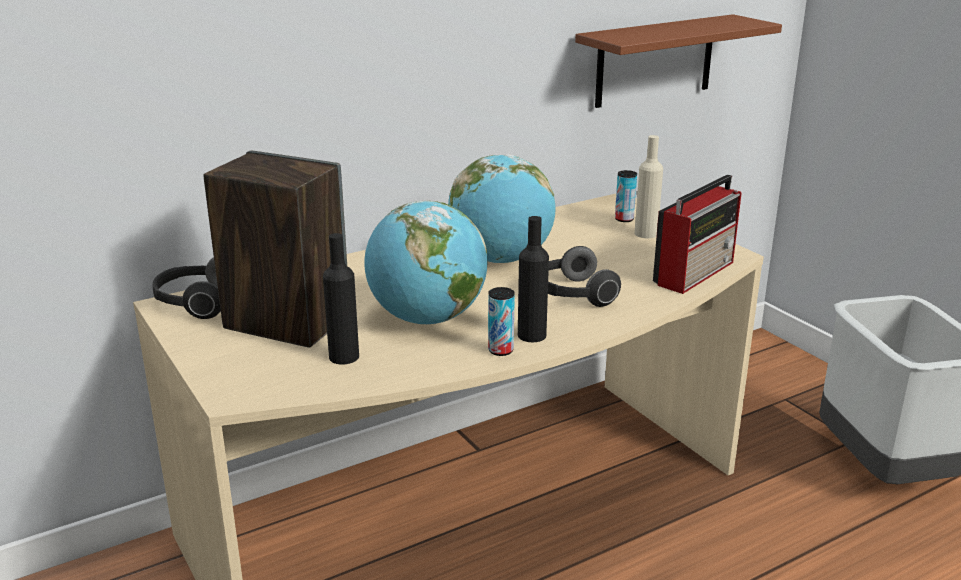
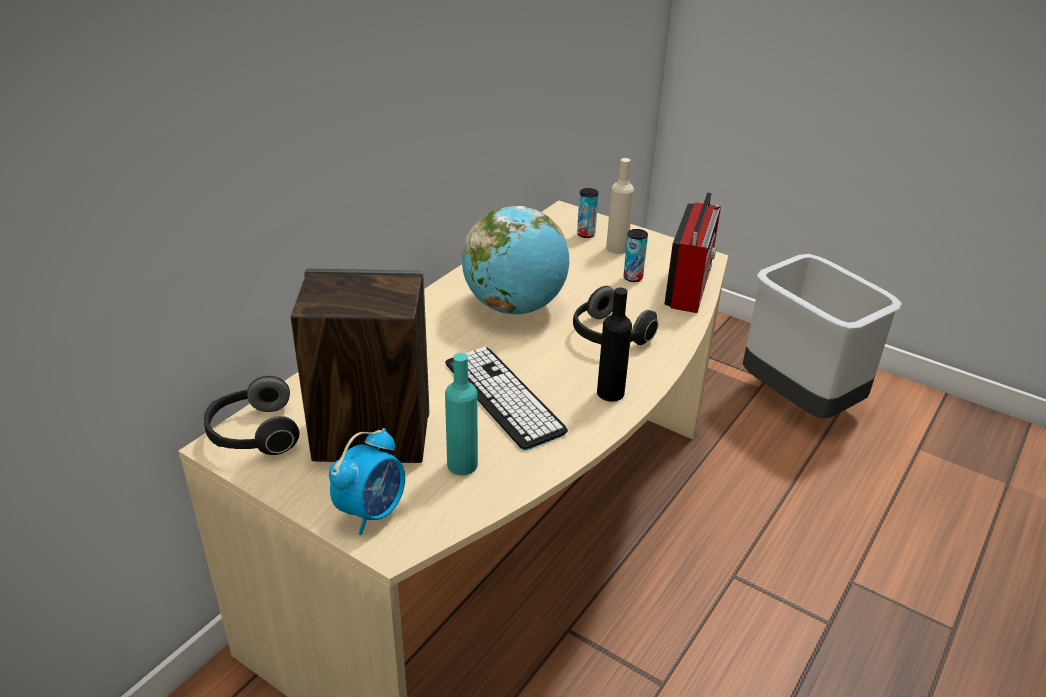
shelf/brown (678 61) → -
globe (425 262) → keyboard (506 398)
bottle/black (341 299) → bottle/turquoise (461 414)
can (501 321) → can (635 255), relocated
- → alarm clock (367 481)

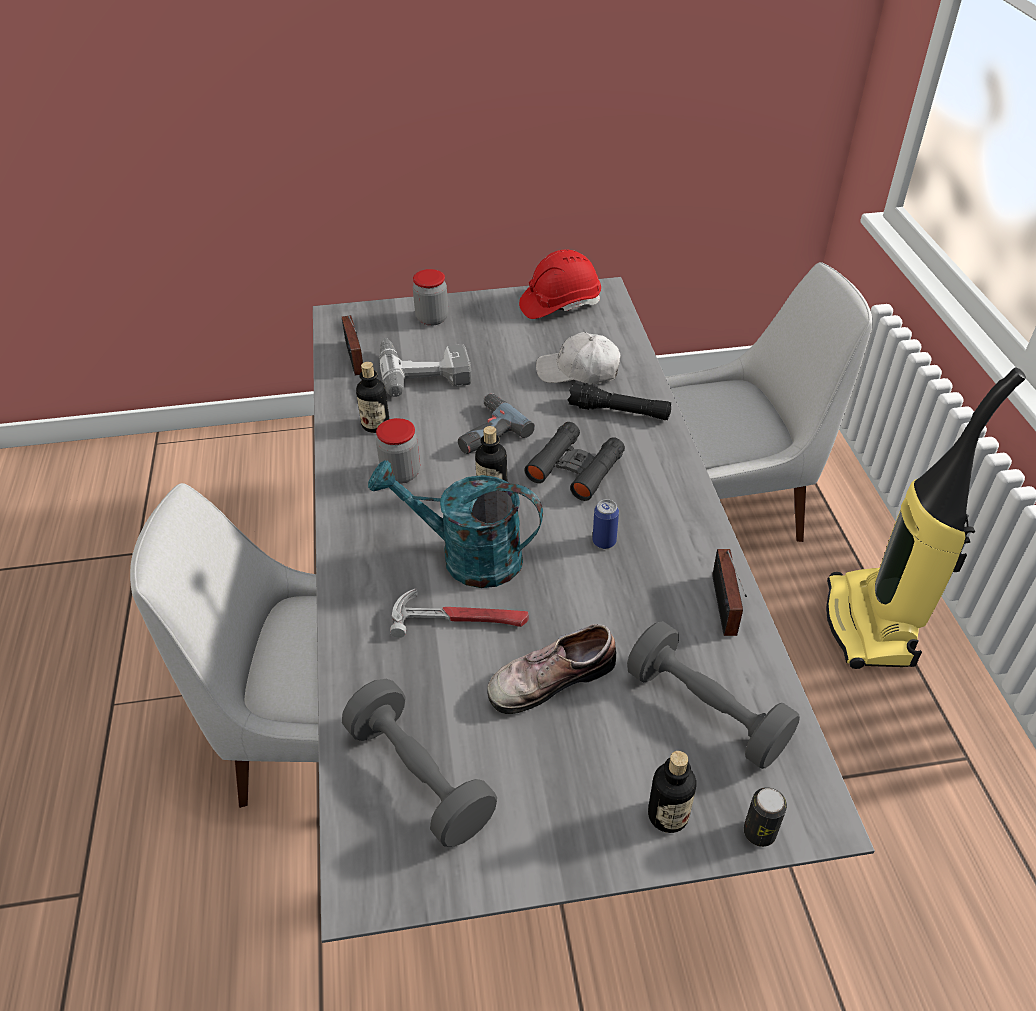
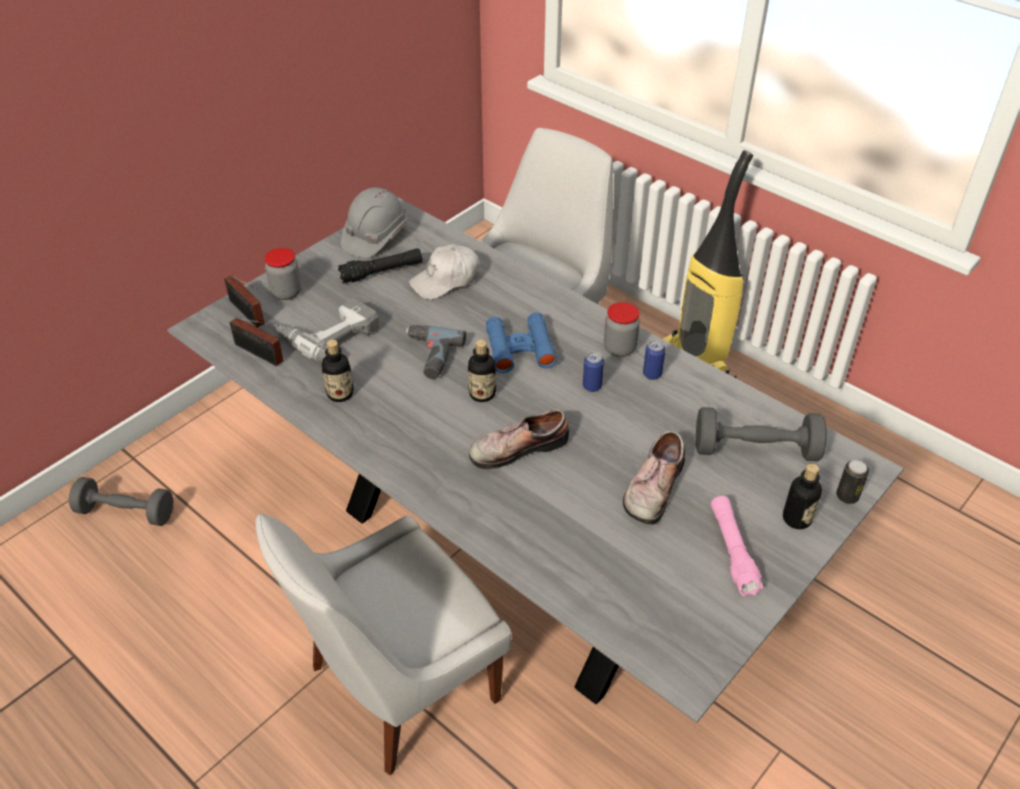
hard hat/red (560 284) → hard hat/grey (374 223)
flashlight/black (619 401) → flashlight/black (380 265), relocated
jar (398 451) → jar (622 329), relocated
binoculars/black (575 461) → binoculars/blue (521 342)
watering can/turquoise (455 524) → shoe (519 439)
radio (729 592) → radio (244 301), relocated
hammer (459 613) → -
dumbbell/grey (419 763) → dumbbell/grey (121 501), relocated
- → can (654 360)
- → flashlight/pink (737 546)

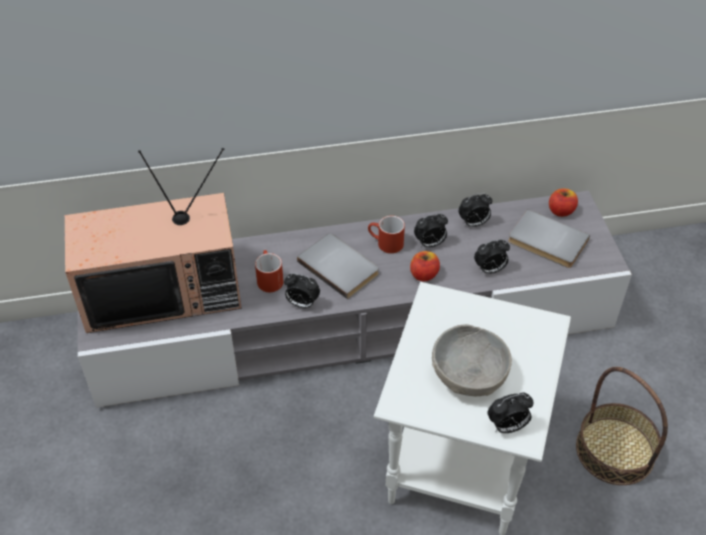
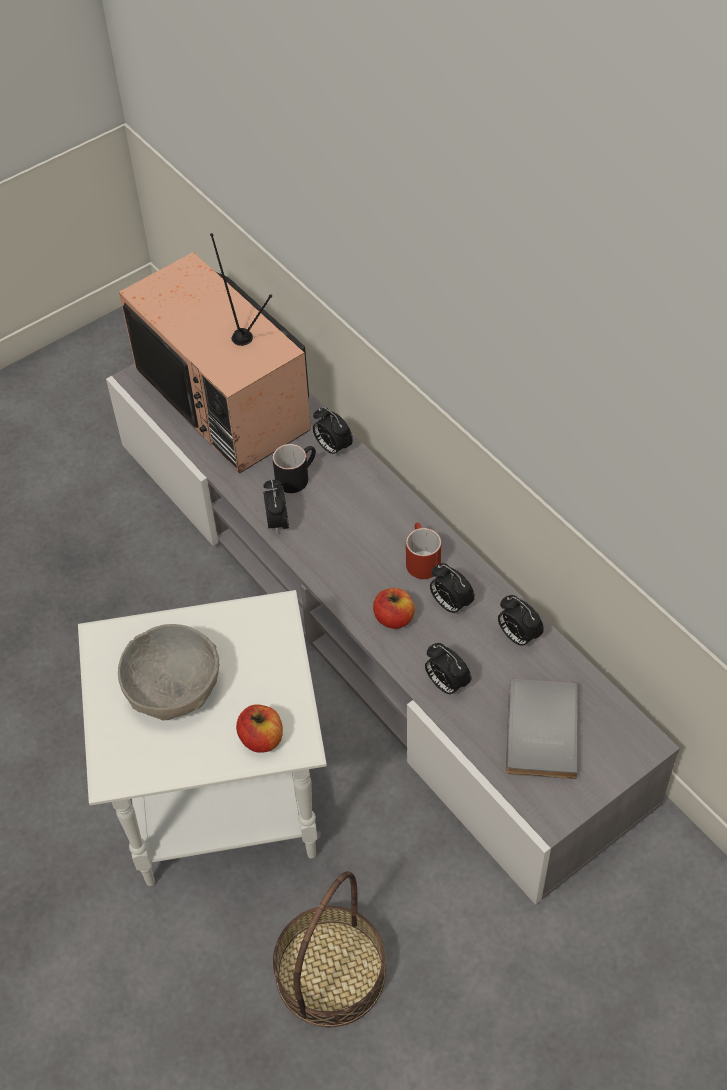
apple (563 202) → apple (259 729), relocated
book/grey (338 266) → -
mug/red (269 271) → mug/black (294 468)
alarm clock (510 413) → alarm clock (333 432), relocated

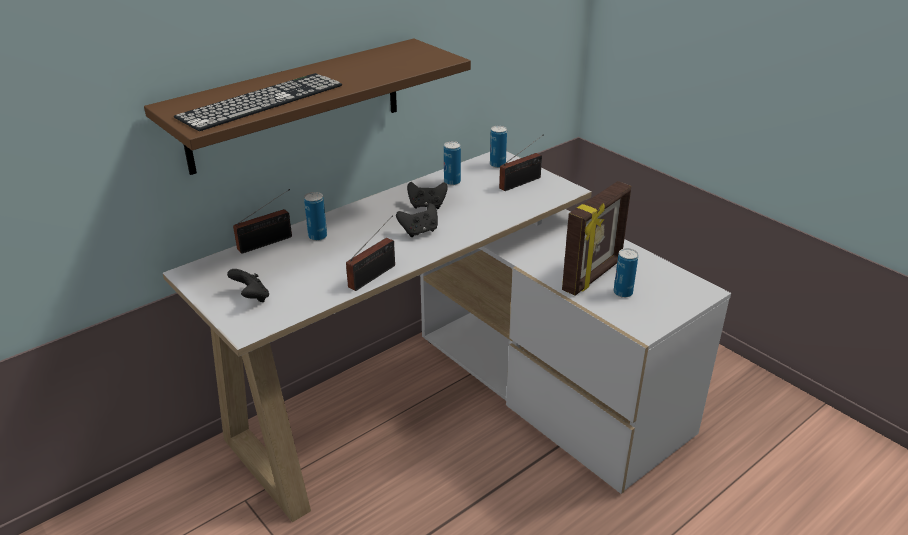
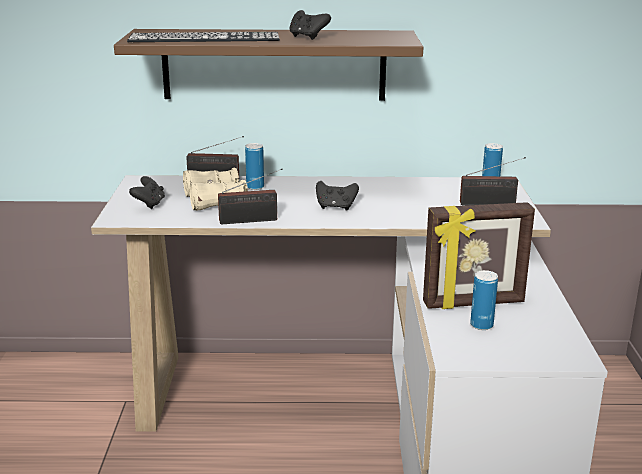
can (452 163) → -
game controller/black (427 195) → game controller/black (310 25), relocated
- → binoculars/beige (215 189)

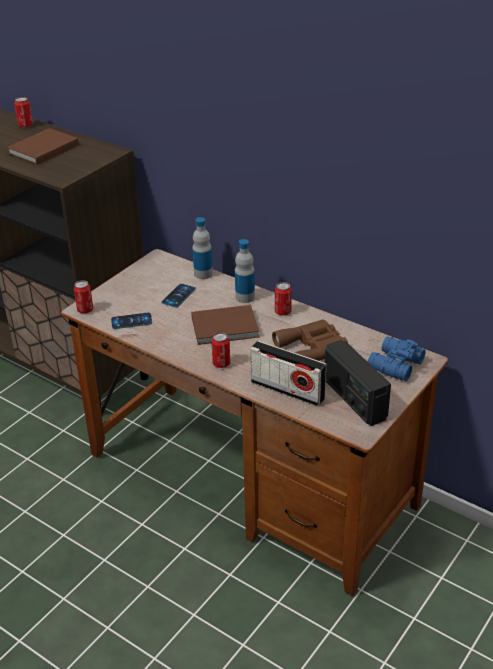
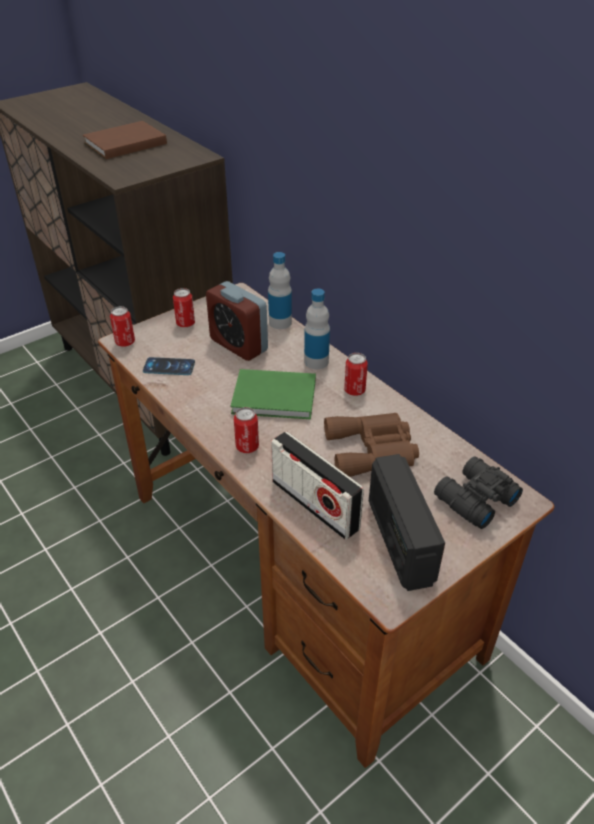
can (23 112) → can (184 307), relocated
phone (178 295) → alarm clock (237 321)
book/brown (225 325) → book/green (273 394)
binoculars/blue (397 358) → binoculars/black (478 492)

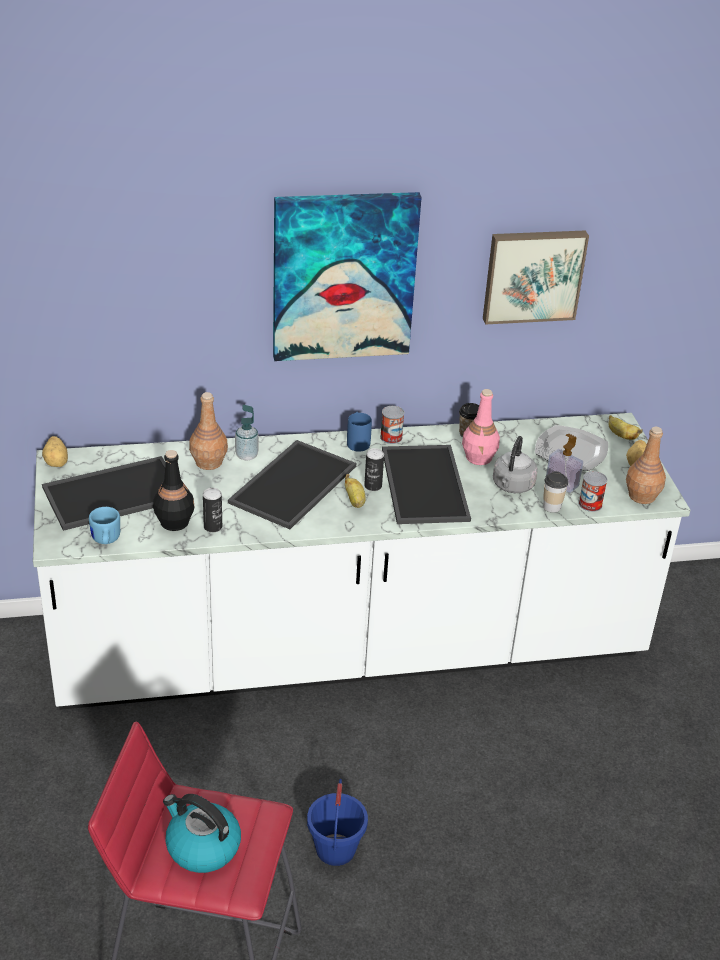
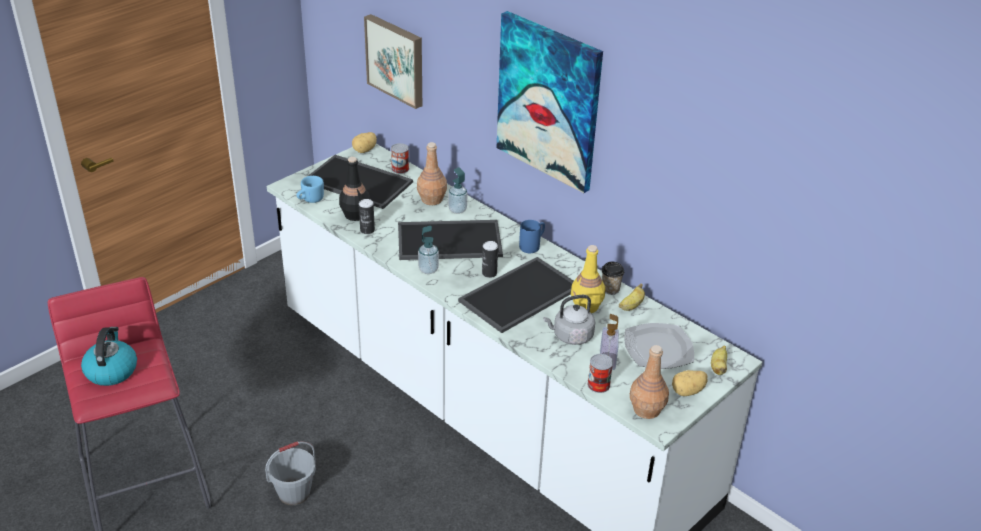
picture (536 277) → picture (393 61), relocated
bottle/pink (481 427) → bottle/yellow (588 279)
can (392 425) → can (400 158), relocated
cup (555 492) → -
banana (355 491) → banana (632 297), relocated
bucket/blue (337 822) → bucket/grey (290 473)
- → soap dispenser (428 250)

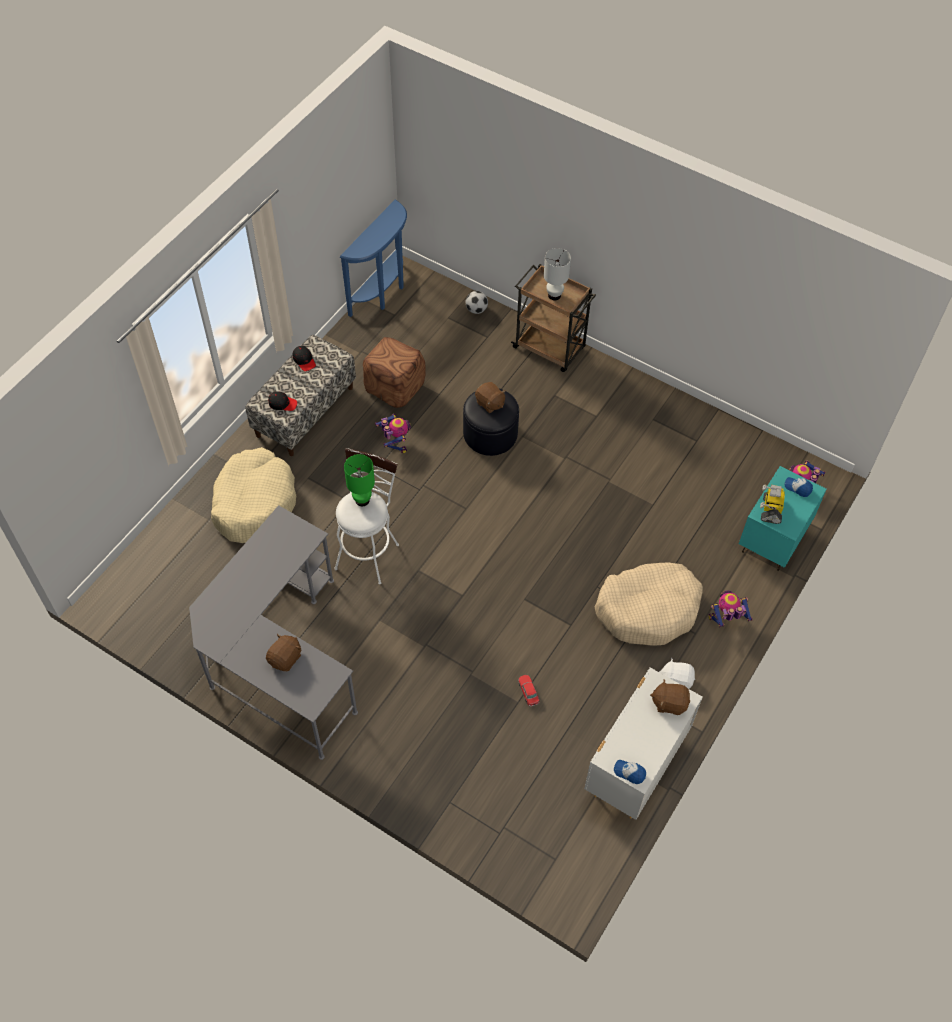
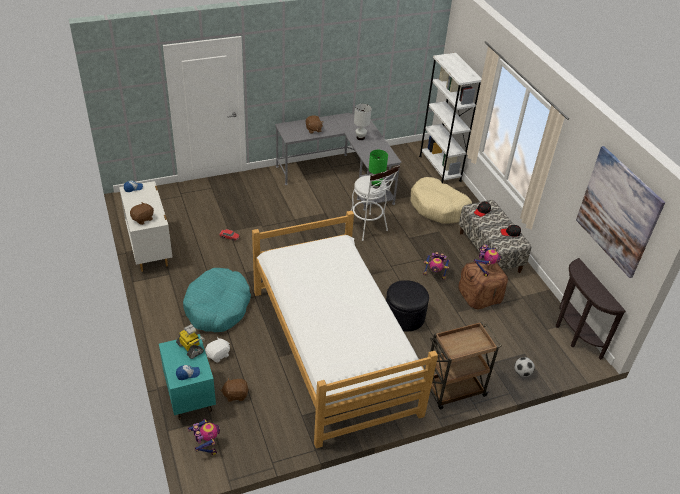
console table/blue (373 258) → console table/brown (591 309)
table lamp/white (557 274) → table lamp/white (363 122), relocated
plush toy/brown (490 397) → plush toy/brown (235 390), relocated
dog bed/beige (649 604) → dog bed/turquoise (217 300)
toy robot (730 609) → toy robot (487 260), relocated
plush toy/white (677 673) → plush toy/white (217 350), relocated
- → bookcase/white (450 118)
- → picture (620 212)
- → bed (345 329)

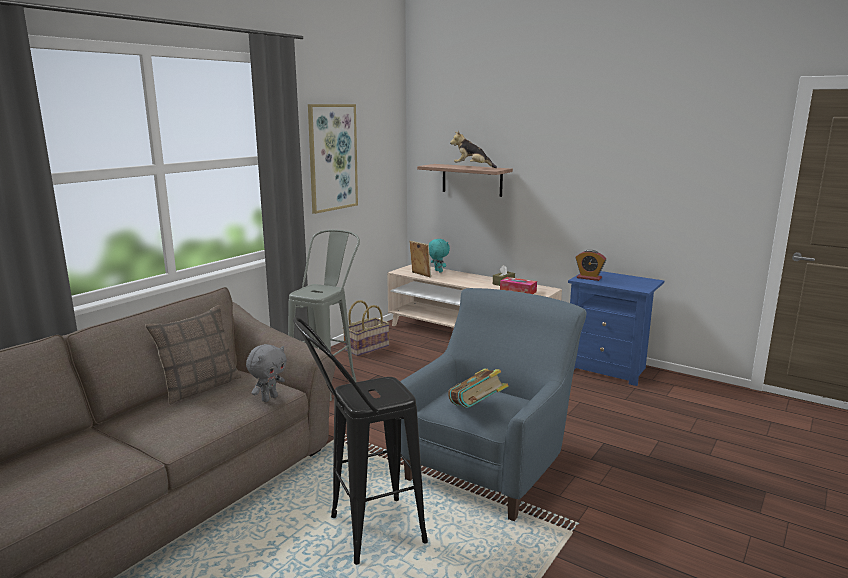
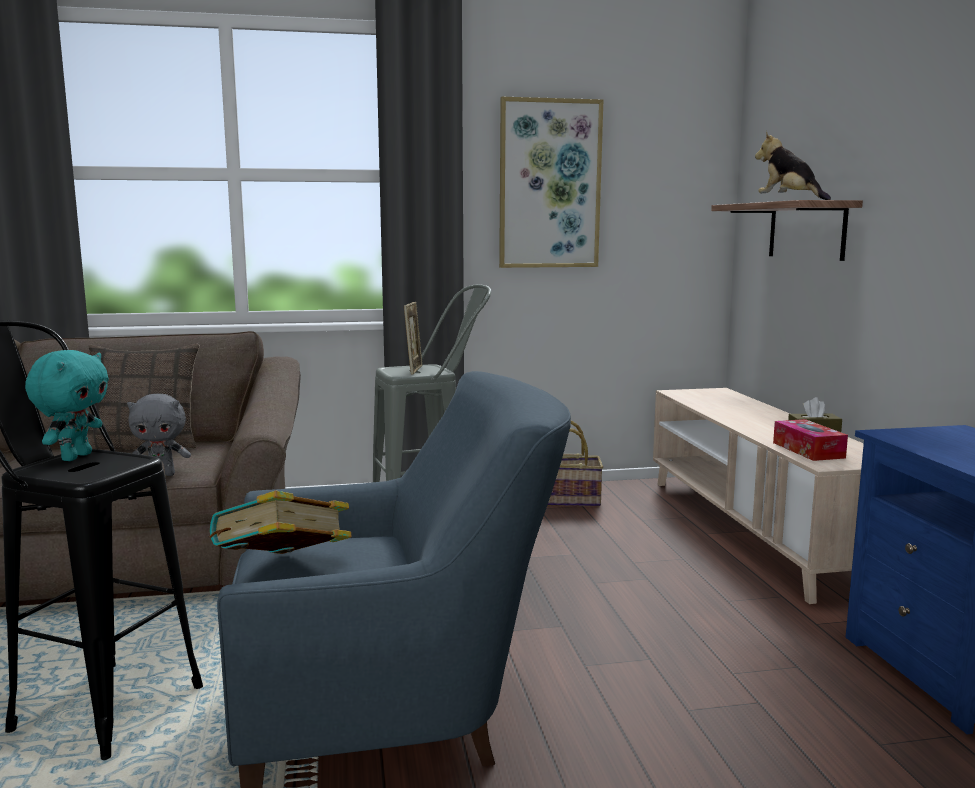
plush toy/turquoise (439 256) → plush toy/turquoise (67 405), relocated
picture frame (420 259) → picture frame (413 338), relocated
alarm clock (591 265) → -

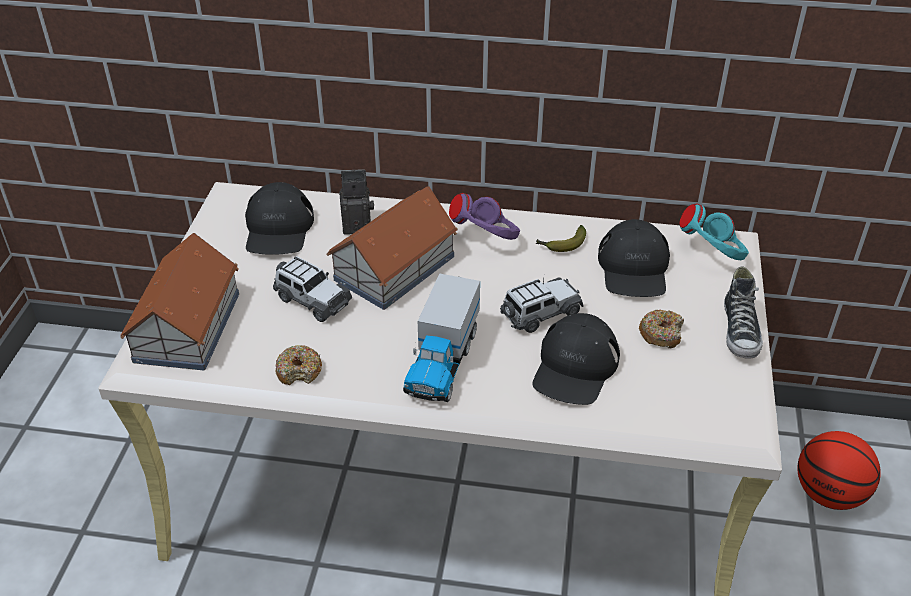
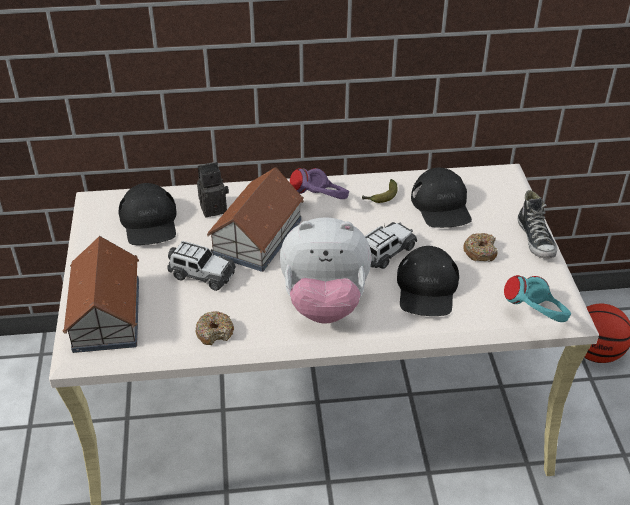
headphones/turquoise (714 232) → headphones/turquoise (537 298), relocated
toy truck (441 337) → plush toy (326 270)

